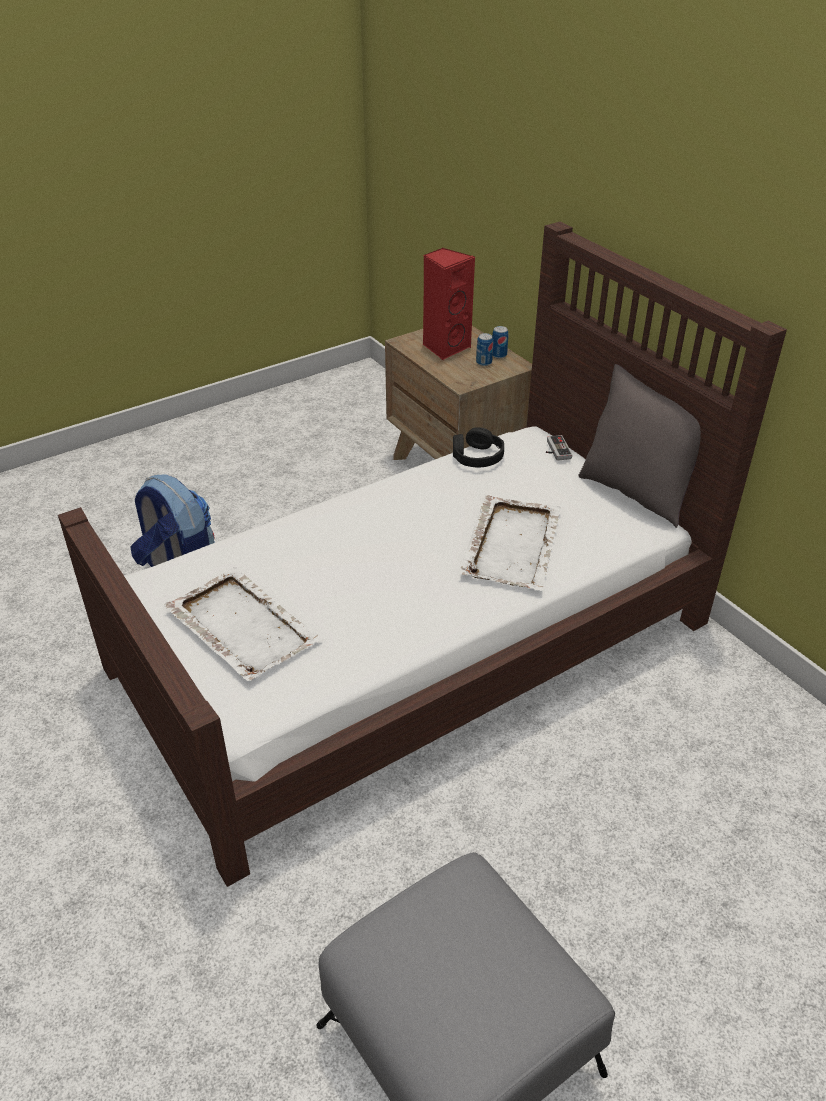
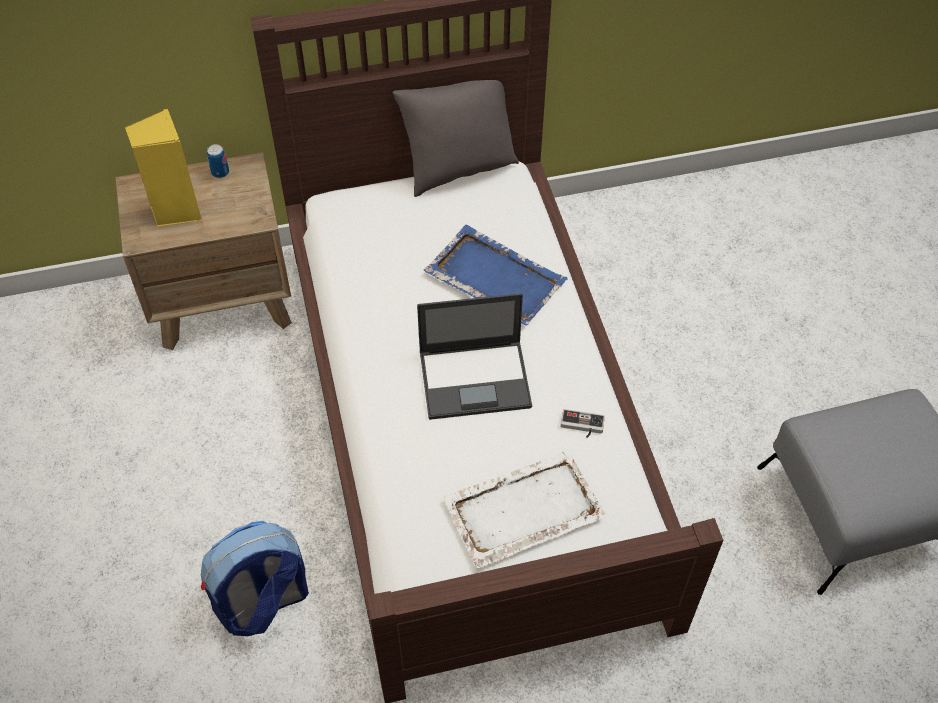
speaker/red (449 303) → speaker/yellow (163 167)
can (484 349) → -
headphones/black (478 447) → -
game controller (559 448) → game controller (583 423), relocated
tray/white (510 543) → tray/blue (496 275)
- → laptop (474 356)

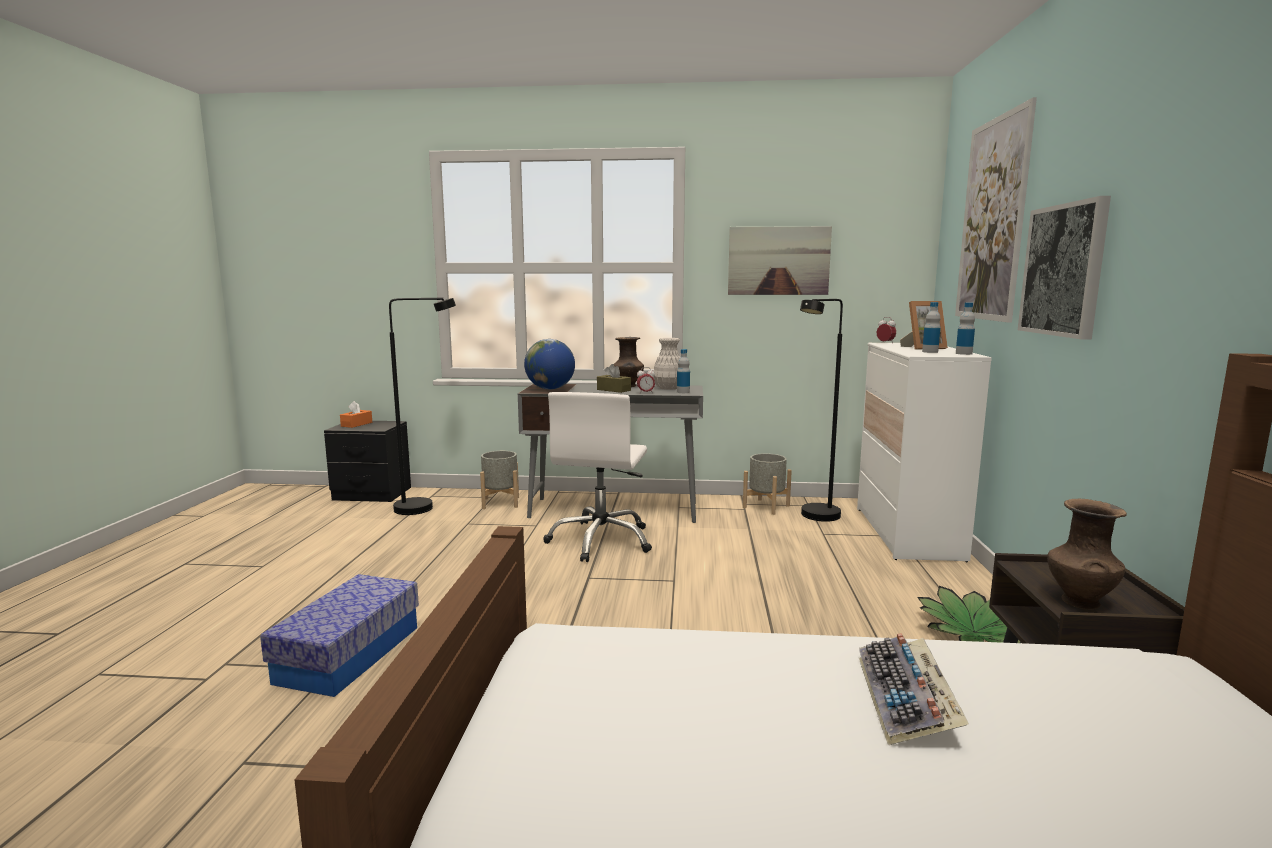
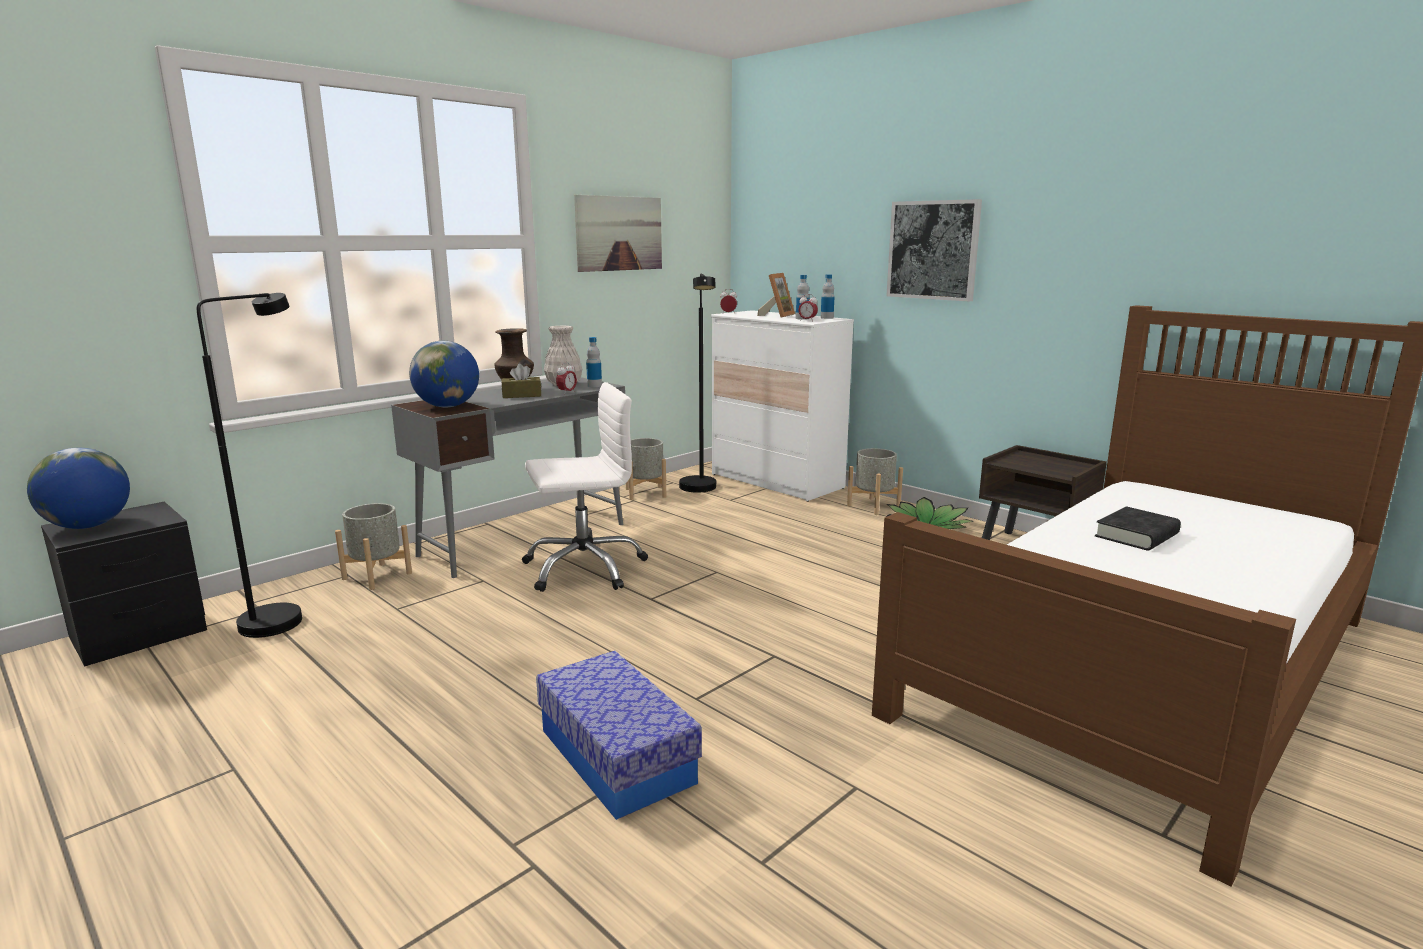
picture (996 210) → -
office chair/white (597 477) → office chair/white (585 487), 75 degrees counterclockwise
tissue box/orange (356 414) → globe (78 488)
vase/brown (1087 554) → -
keyboard (914 689) → book/black (1138 528)
- → alarm clock (808 307)
- → planter/grey (875 481)

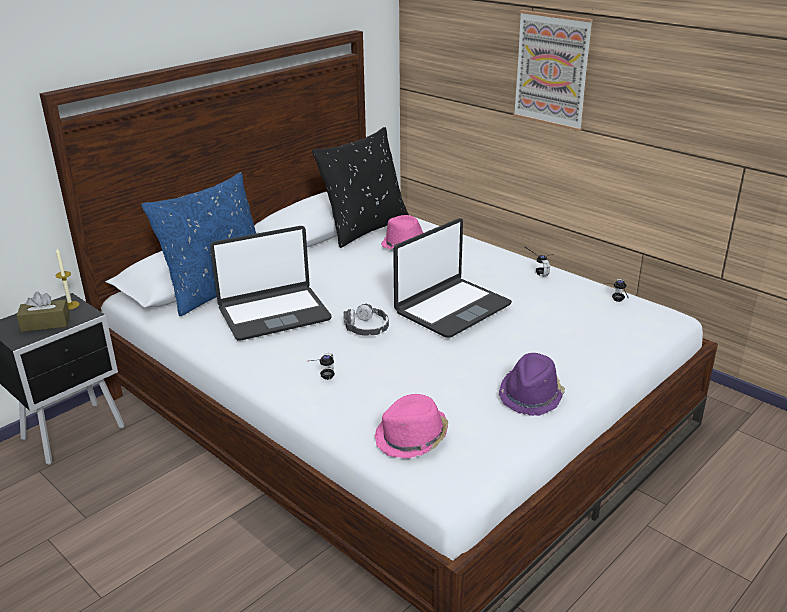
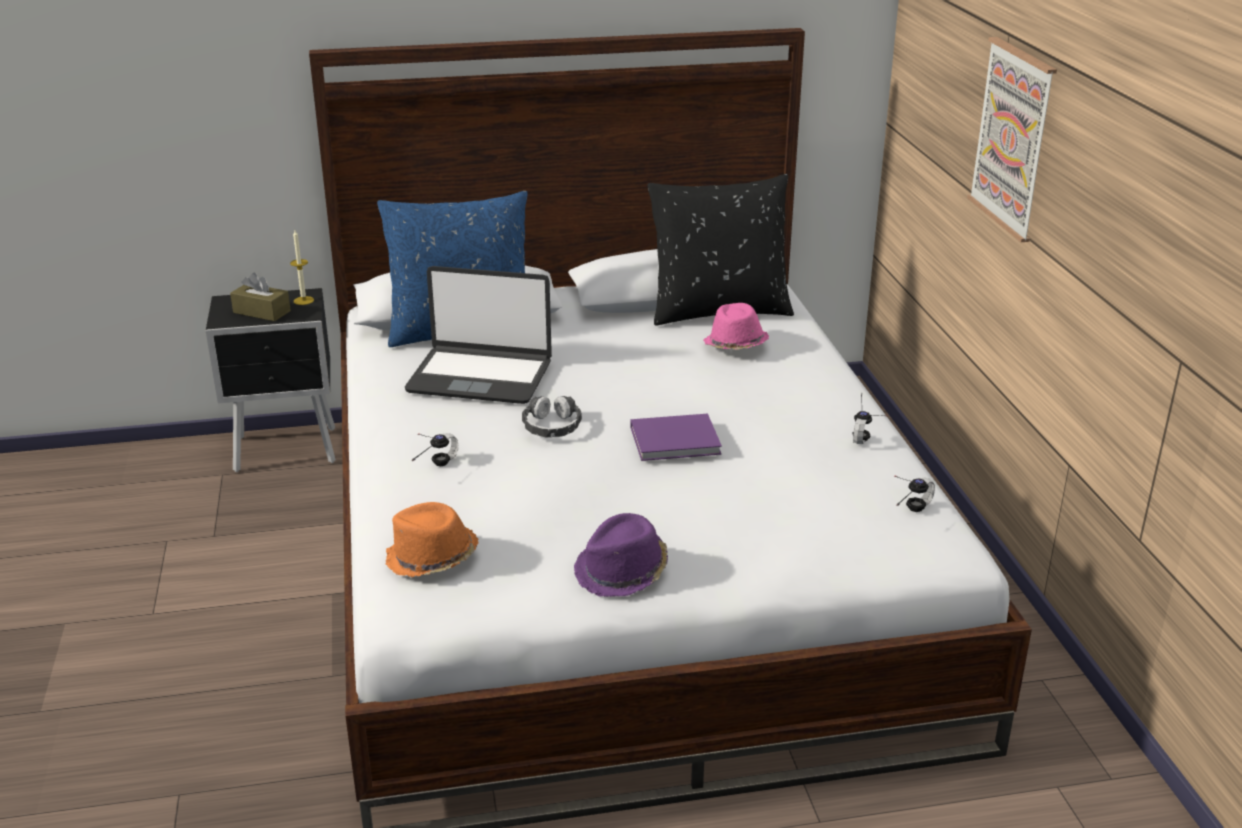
laptop (452 278) → book/purple (676 437)
hat/pink (411 426) → hat/orange (432 540)

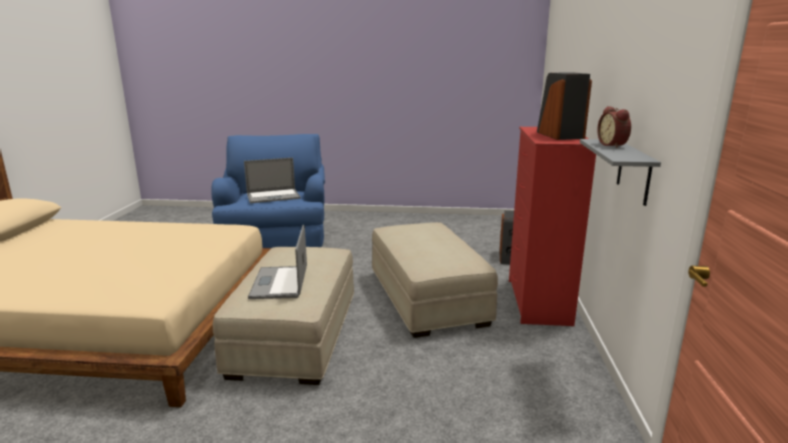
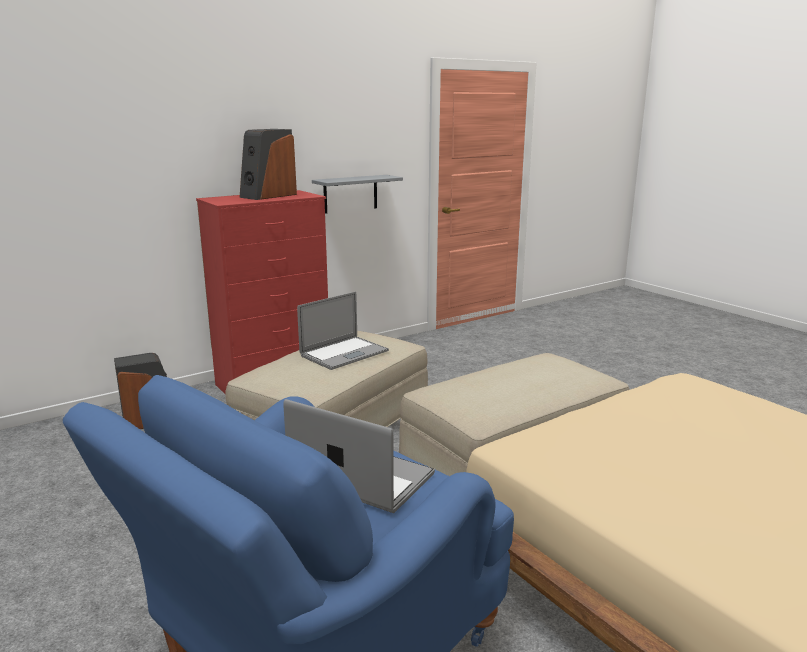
alarm clock (614 127) → -
laptop (277 262) → laptop (343 331), relocated

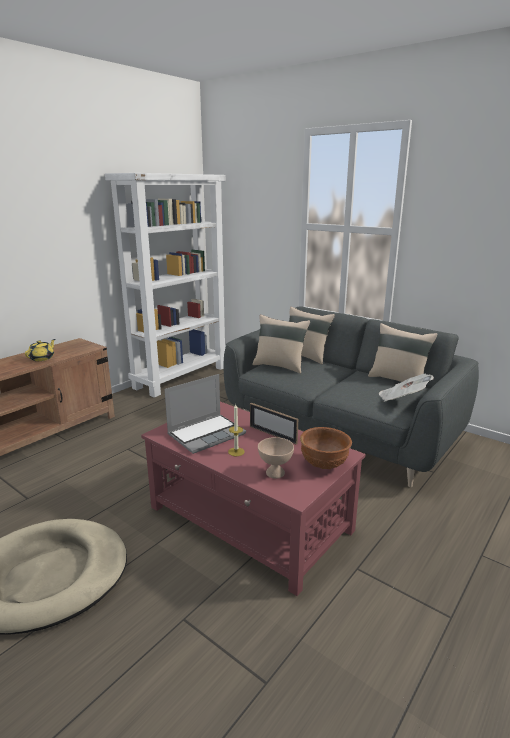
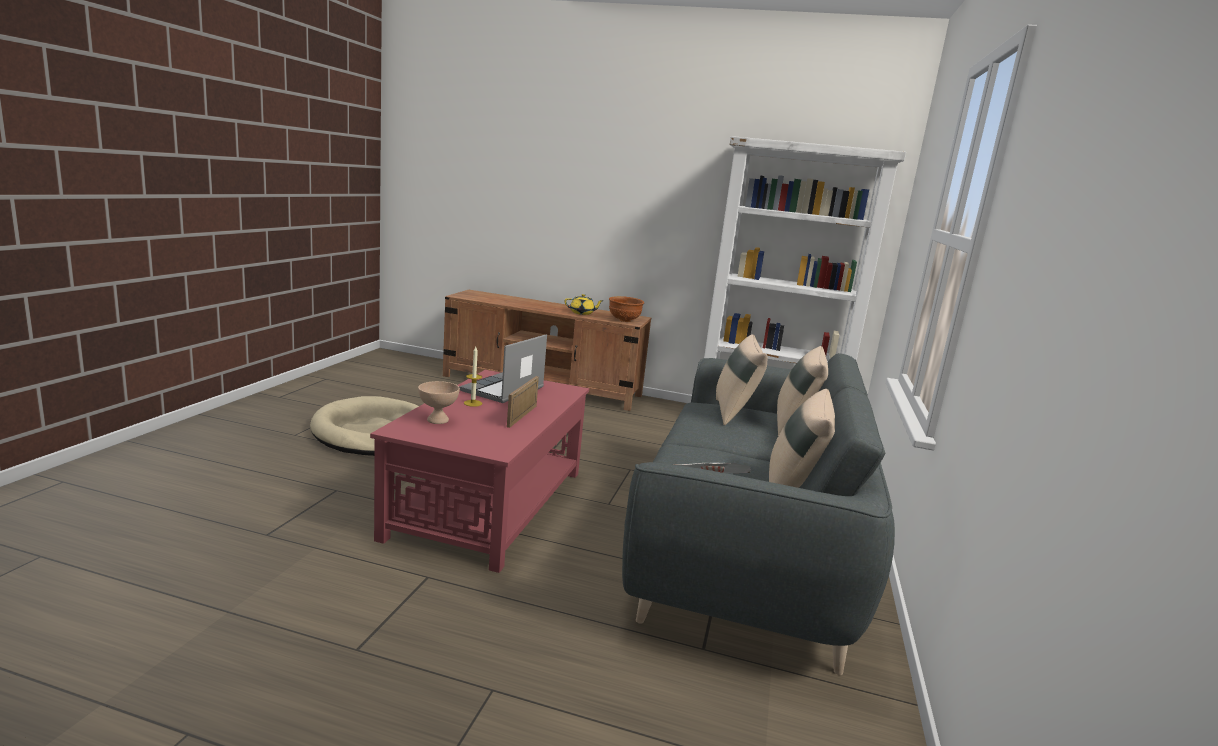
laptop (205 414) → laptop (503 368), 90 degrees clockwise
bowl/brown (326 448) → bowl/brown (626 309), relocated

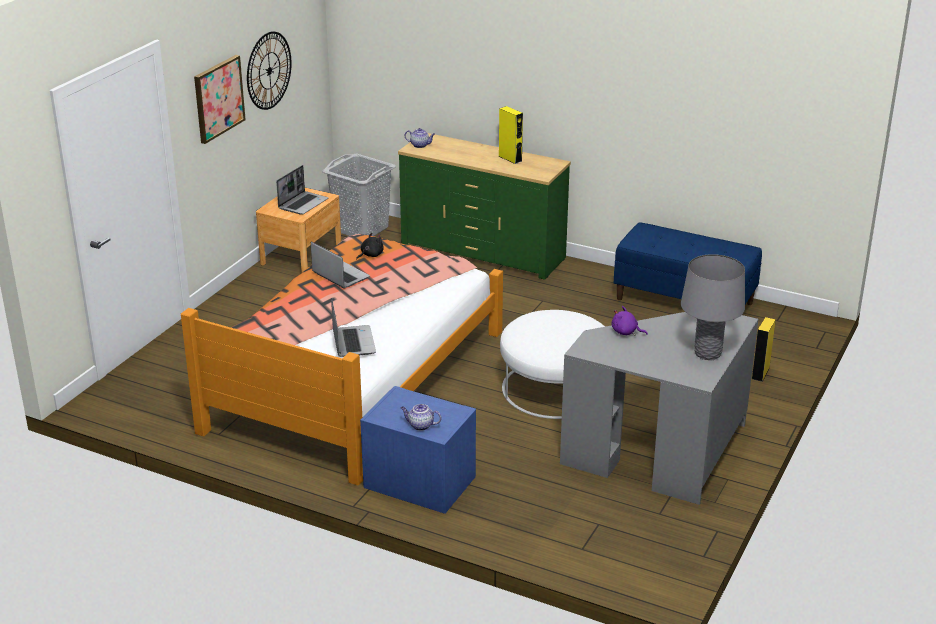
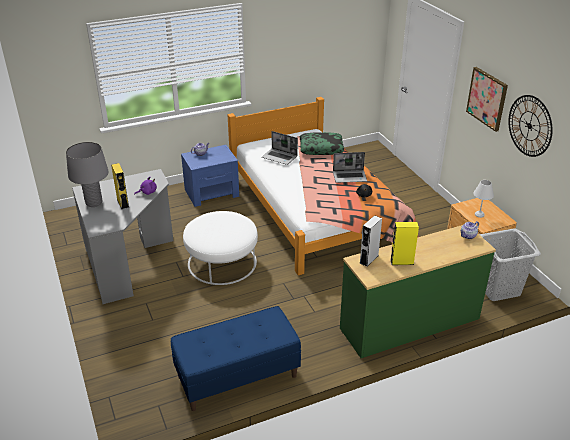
laptop (302 190) → table lamp/white (483 199)
speaker/yellow (764 349) → speaker/yellow (120 186), relocated
- → pillow (322 143)
- → speaker/grey (371 241)

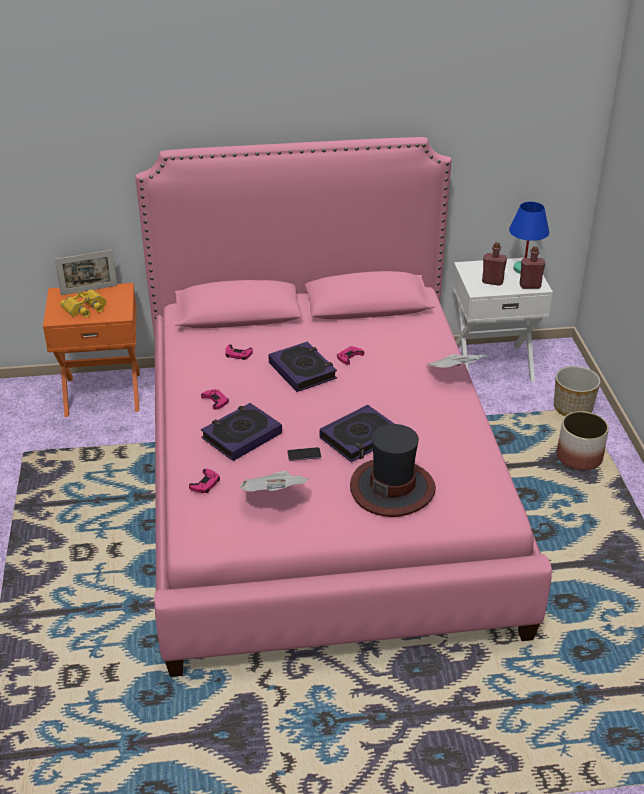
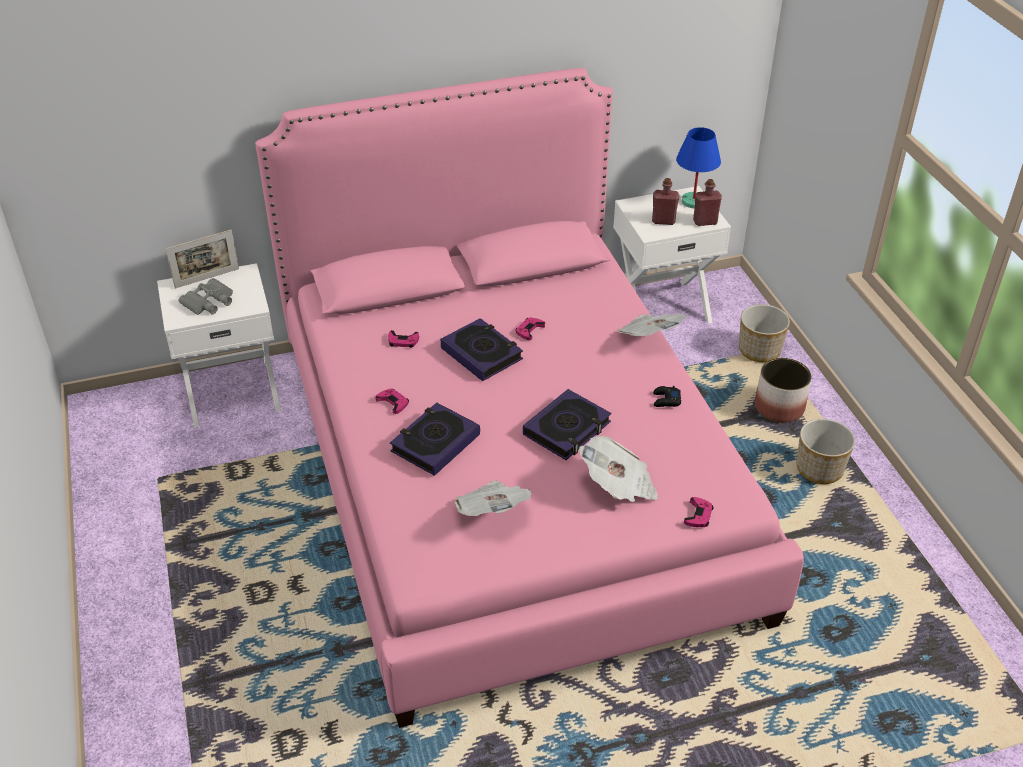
nightstand/orange (91 350) → nightstand/white (219 345)
binoculars/yellow (83 303) → binoculars/grey (205 296)
hat (393 470) → newspaper (619 469)
phone (304 454) → -
game controller/pink (204 481) → game controller/pink (699 512), relocated
- → game controller/black (667 396)
- → planter (825 451)

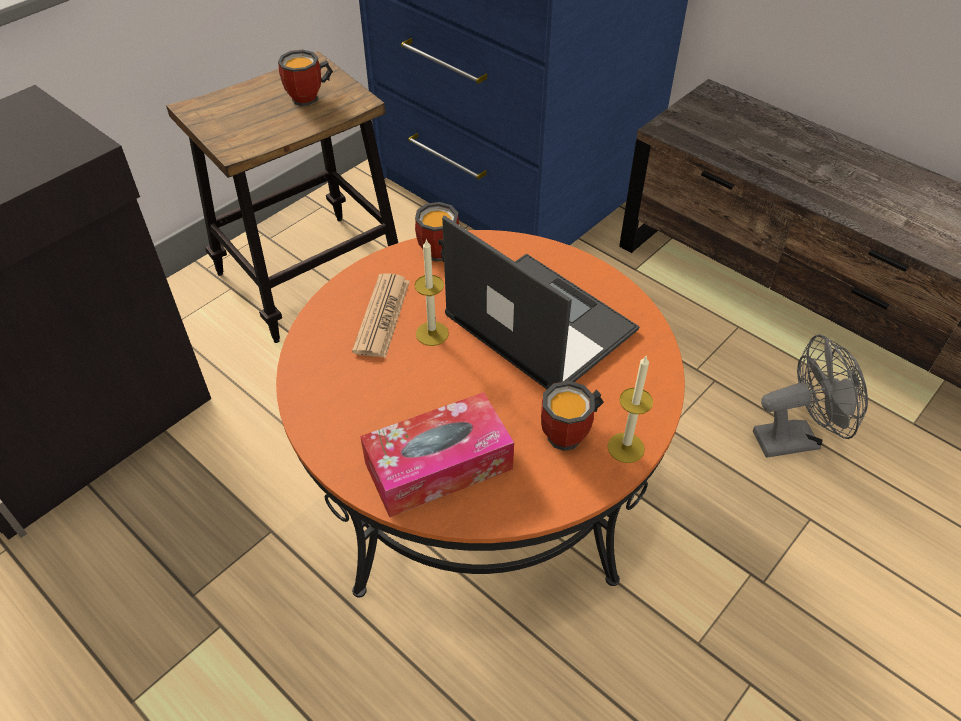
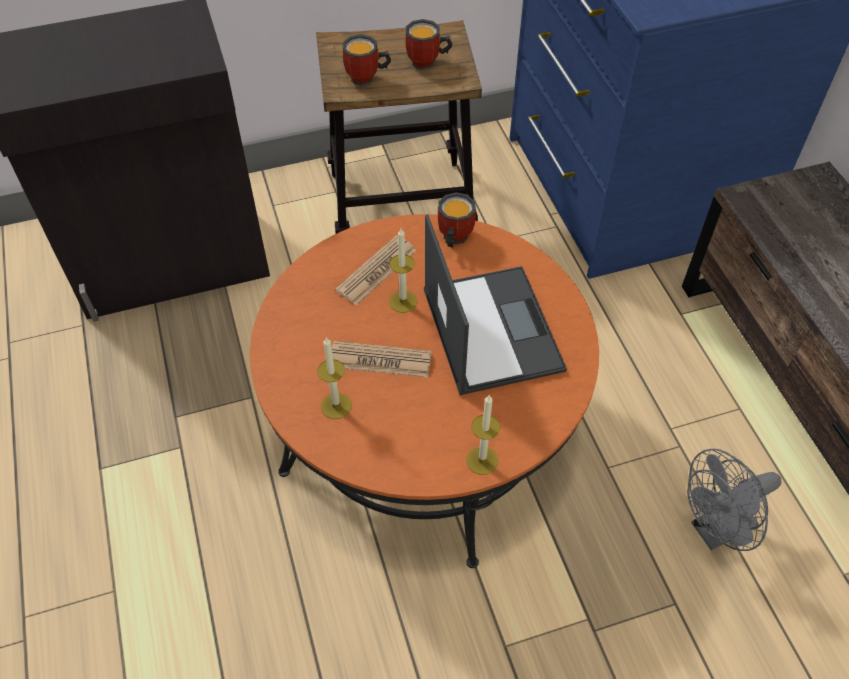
fan/grey (810 396) → fan/grey (734 500), 135 degrees clockwise
mug (572 416) → mug (367 60), relocated
tissue box (437 454) → candle (334 378)
- → newspaper (382 359)

